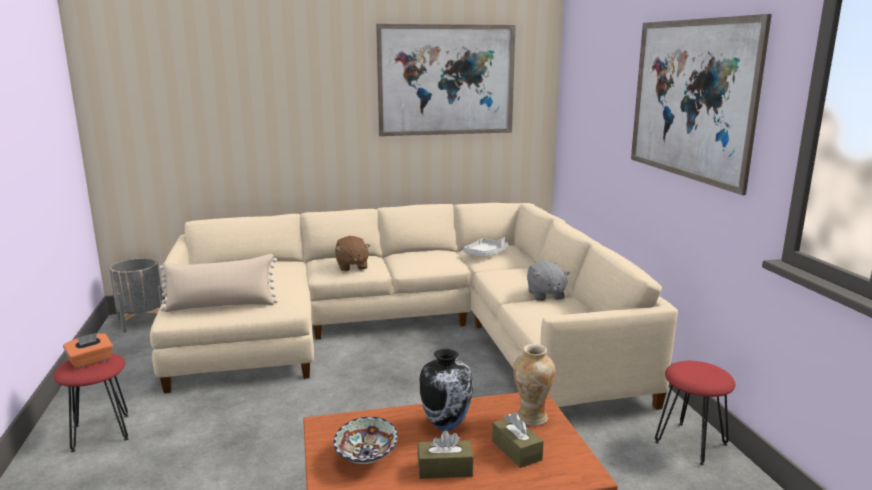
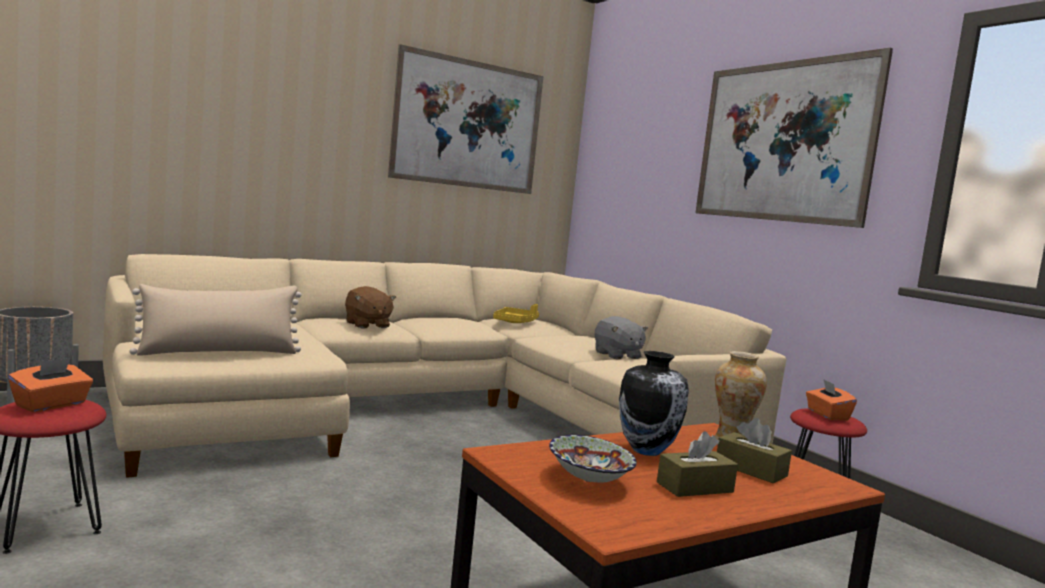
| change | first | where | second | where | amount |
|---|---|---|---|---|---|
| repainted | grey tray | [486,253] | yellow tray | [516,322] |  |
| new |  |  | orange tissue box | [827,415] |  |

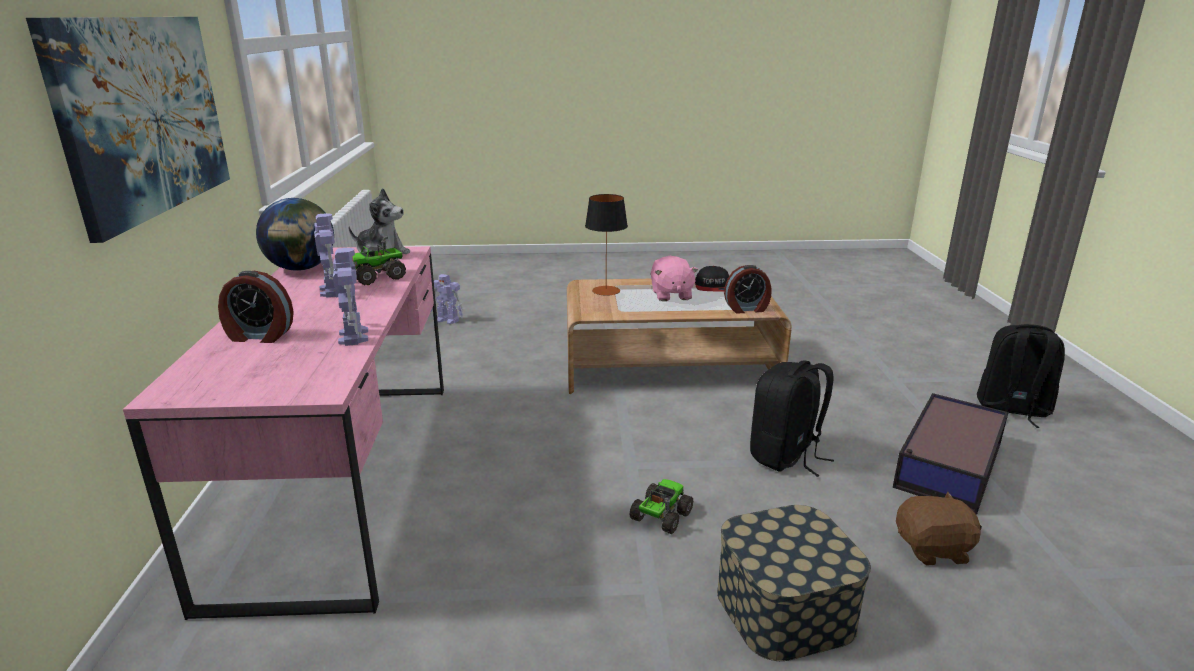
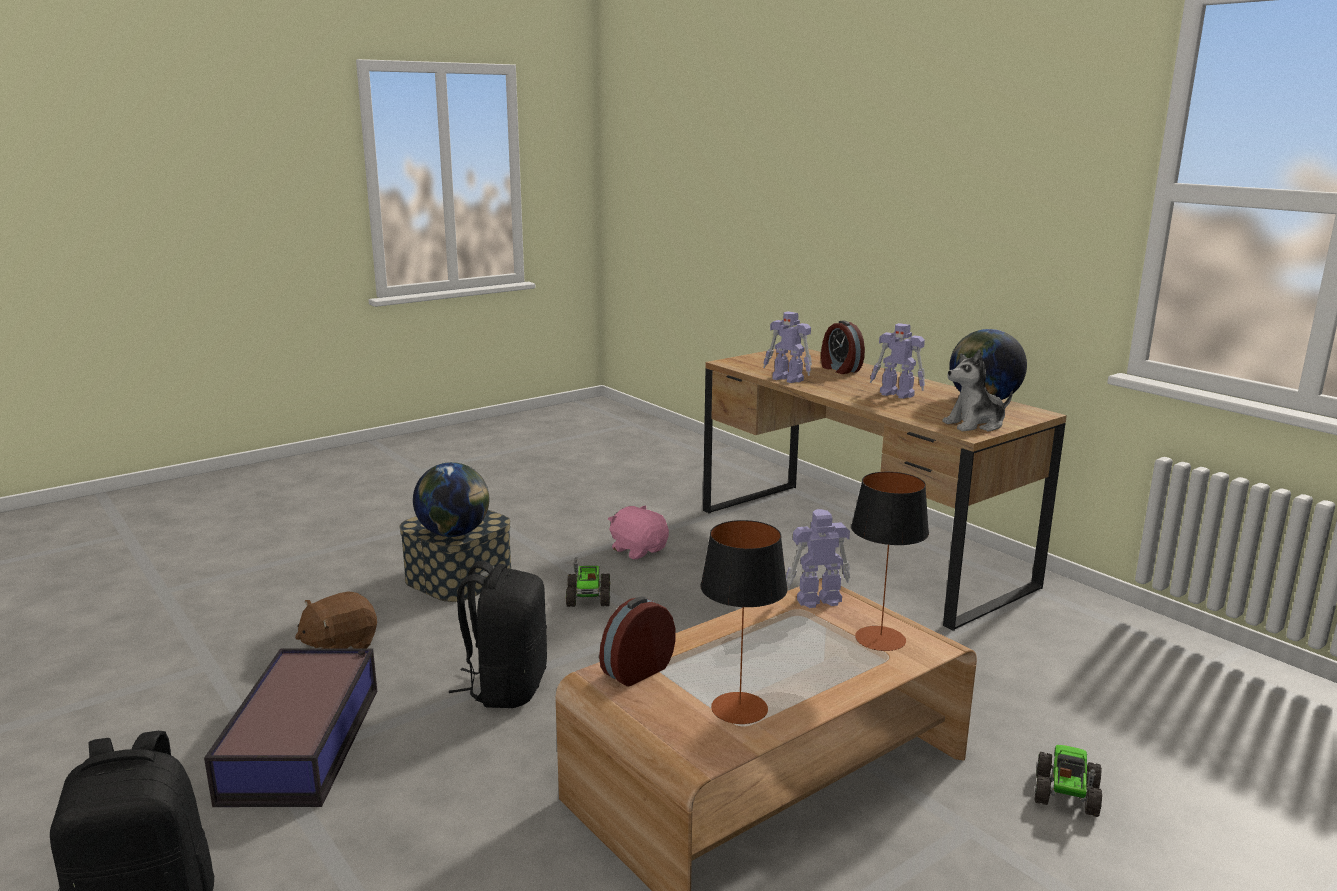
| change | first | where | second | where | amount |
|---|---|---|---|---|---|
| new |  |  | globe | [454,533] |  |
| shifted | pink plush toy | [671,295] |  | [638,550] |  |
| swapped | cap | [713,287] | table lamp | [739,708] |  |
| repainted | pink desk | [345,478] | brown desk | [857,546] |  |
| shifted | toy robot | [448,320] |  | [817,600] |  |
| rotated | alarm clock | [259,336] |  | [839,369] | 90 degrees counterclockwise |
| shifted | toy truck | [377,276] |  | [1066,795] |  |
| gone | picture | [144,116] |  |  |  |

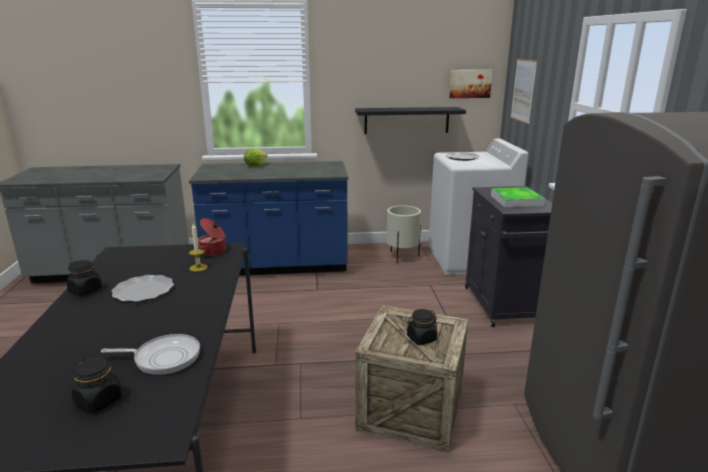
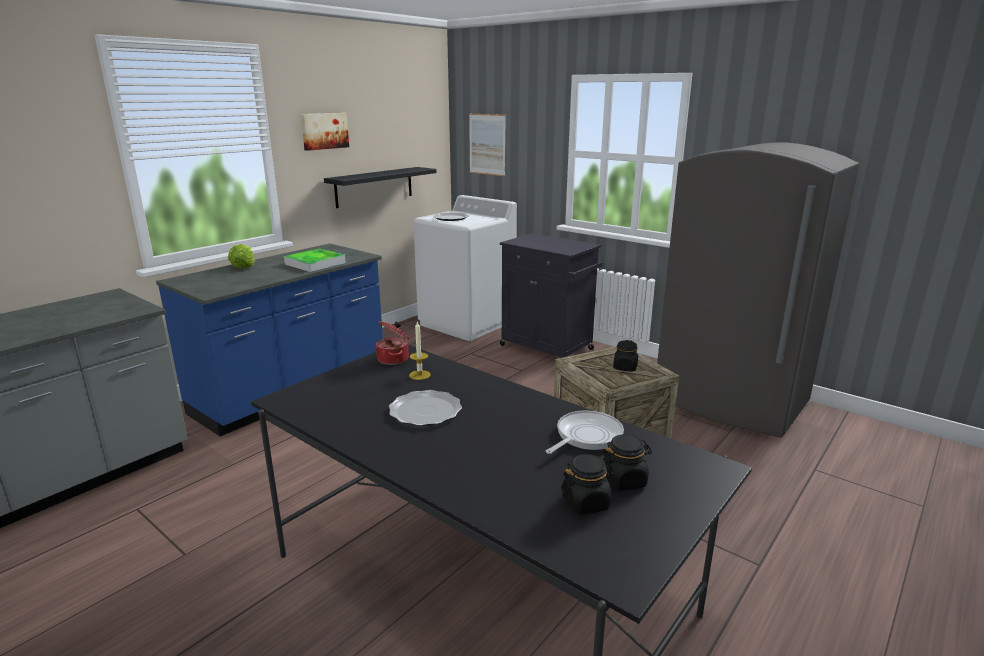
| change | first | where | second | where | amount |
|---|---|---|---|---|---|
| shifted | tray | [516,200] |  | [315,263] |  |
| shifted | picture | [470,83] |  | [324,131] |  |
| shifted | black jar | [85,290] |  | [586,502] |  |
| gone | beige planter | [402,257] |  |  |  |

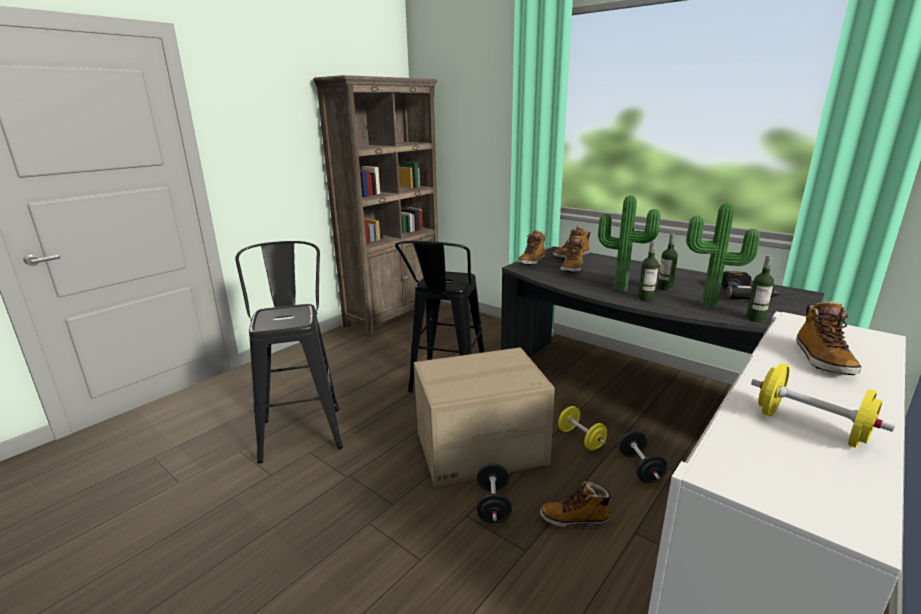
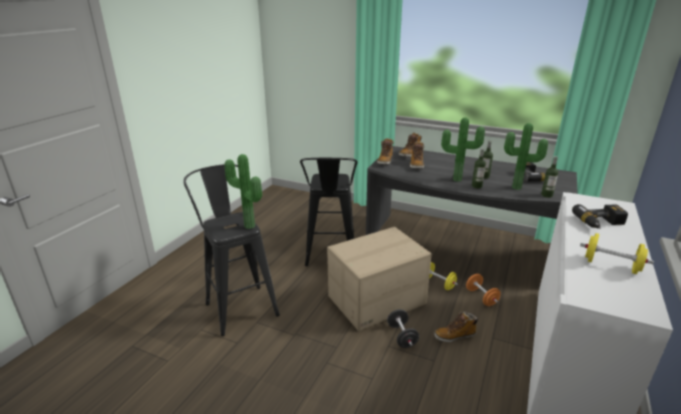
| change | first | where | second | where | amount |
|---|---|---|---|---|---|
| new |  |  | potted plant | [248,227] |  |
| repainted | black dumbbell | [640,468] | orange dumbbell | [481,297] |  |
| swapped | boot | [822,360] | power drill | [600,223] |  |
| gone | brown bookcase | [394,315] |  |  |  |

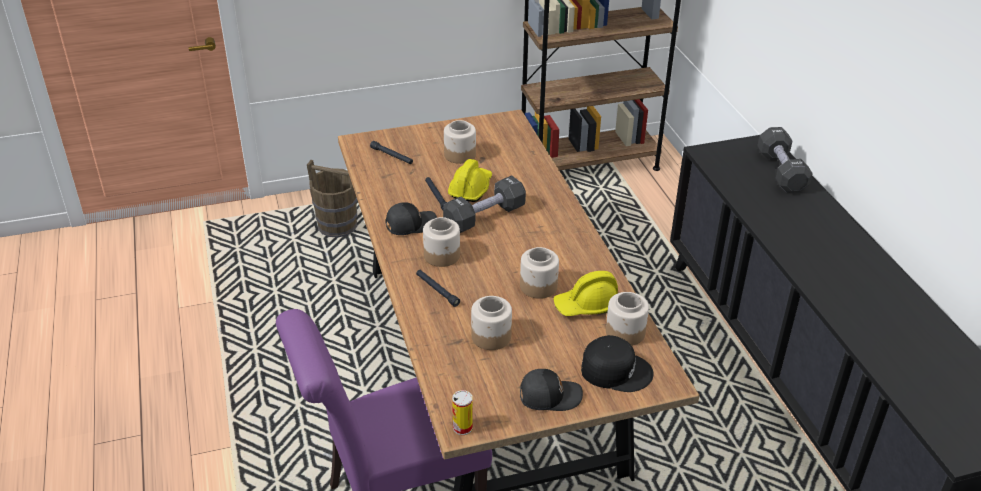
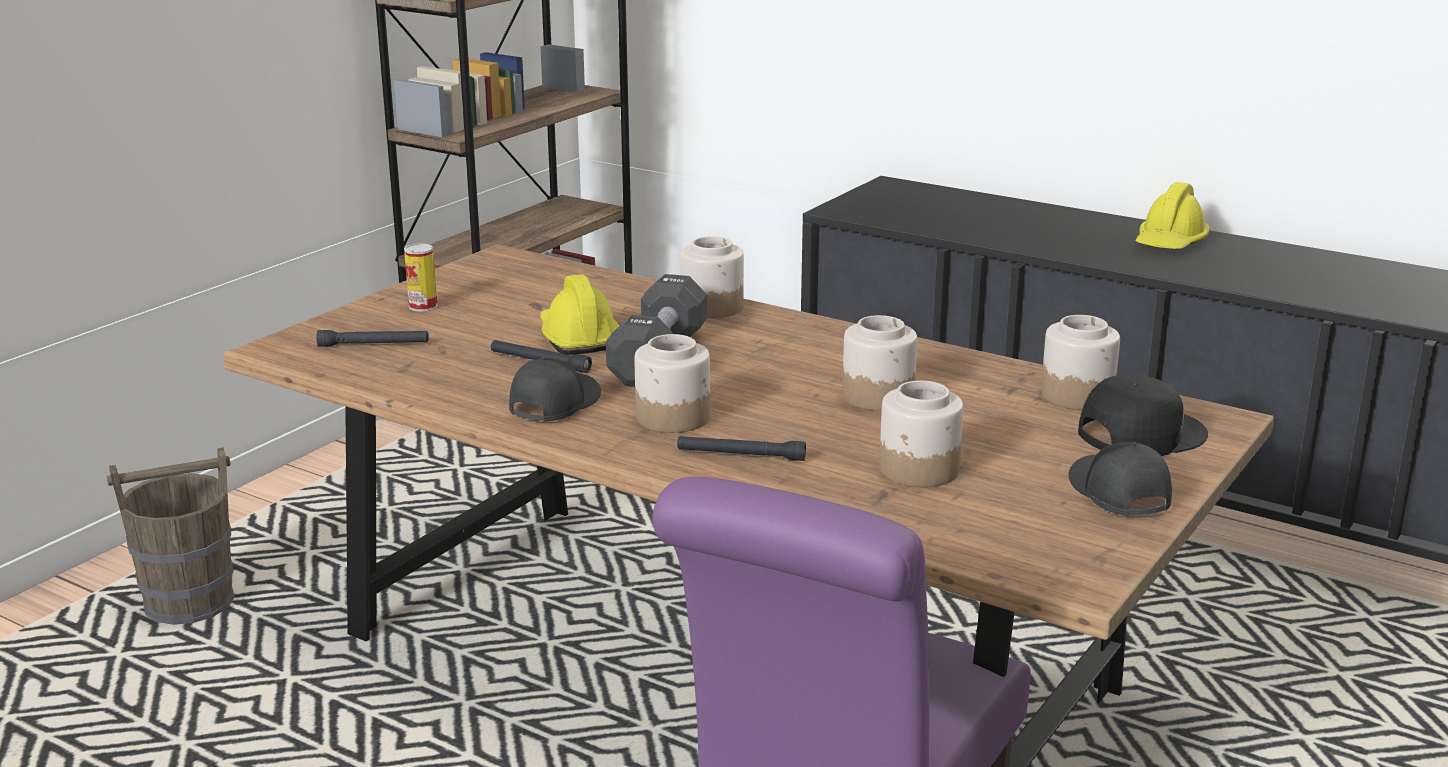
| change | first | where | second | where | amount |
|---|---|---|---|---|---|
| shifted | can | [462,427] |  | [423,306] |  |
| shifted | jar | [460,155] |  | [712,307] |  |
| rotated | black cap | [549,395] |  | [1117,493] | 60 degrees counterclockwise |
| shifted | yellow hard hat | [587,306] |  | [1170,243] |  |
| gone | black dumbbell | [781,171] |  |  |  |

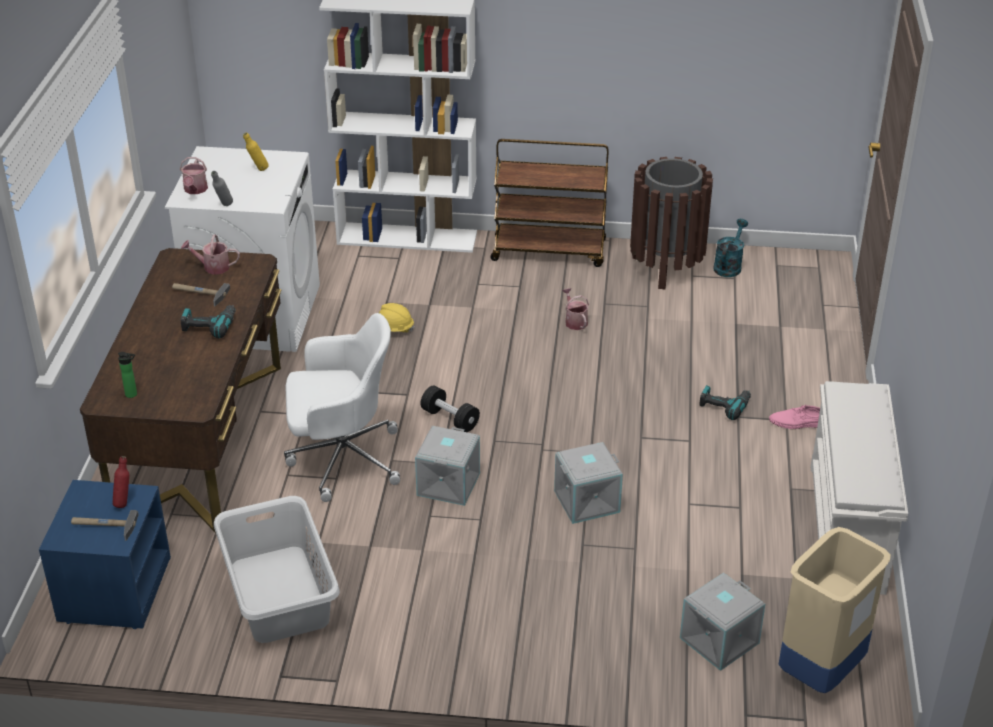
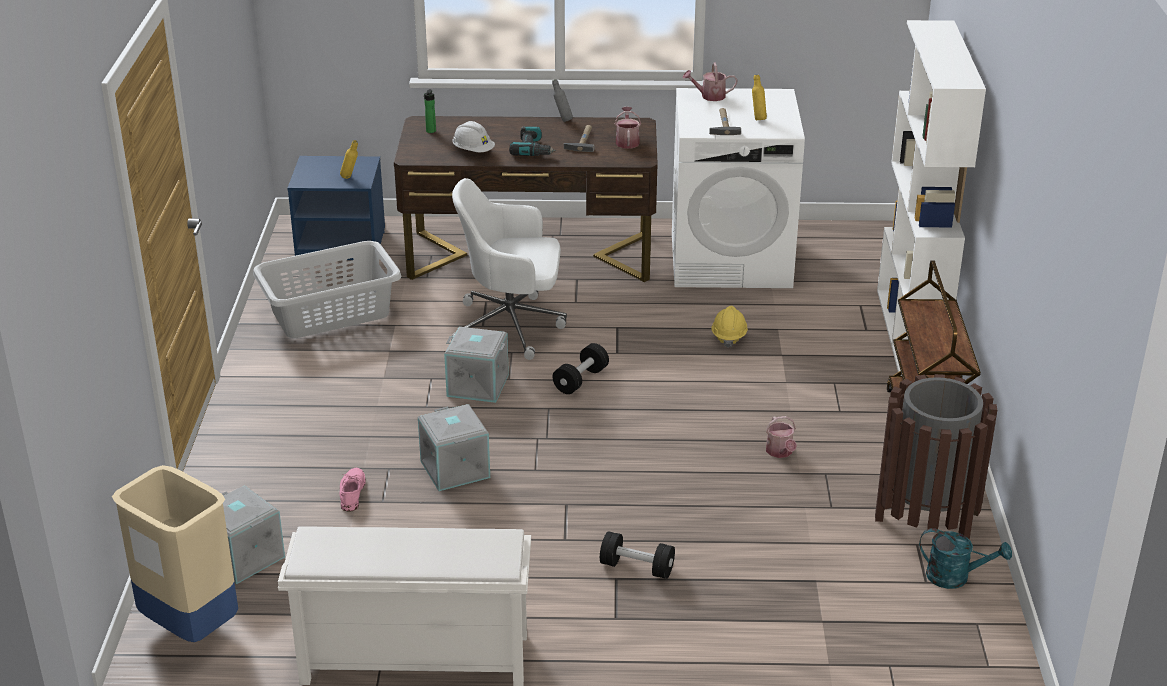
| change | first | where | second | where | amount |
|---|---|---|---|---|---|
| repainted | red bottle | [124,502] | yellow bottle | [350,178] |  |
| shifted | pink shoe | [797,423] |  | [352,492] |  |
| rotated | white office chair | [342,458] |  | [511,326] | 105 degrees clockwise |
| new |  |  | white hard hat | [473,151] |  |
| shifted | grey bottle | [224,206] |  | [562,120] |  |
| swapped | power drill | [724,405] | black dumbbell | [637,567] |  |
| shifted | hammer | [103,526] |  | [723,124] |  |
| rotated | watering can | [574,321] |  | [780,452] | 105 degrees clockwise |

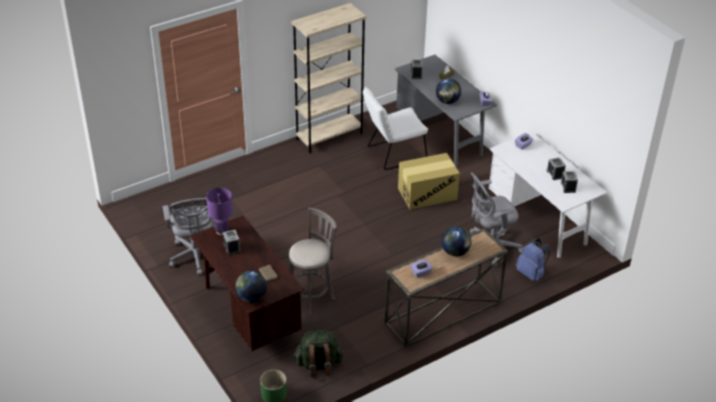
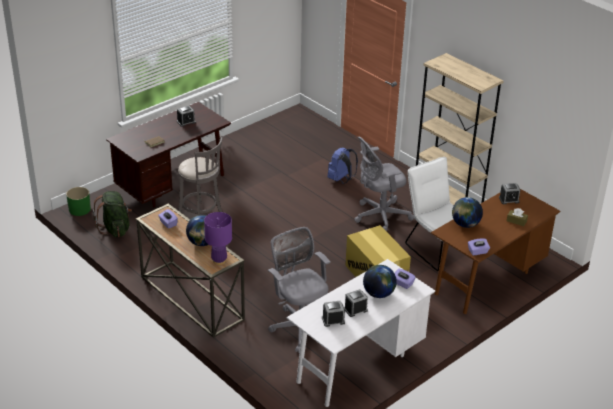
| change | first | where | second | where | amount |
|---|---|---|---|---|---|
| shifted | purple table lamp | [222,231] |  | [219,260] |  |
| shifted | blue backpack | [531,273] |  | [341,179] |  |
| shifted | grey office chair | [196,257] |  | [379,216] |  |
| shifted | globe | [251,297] |  | [378,293] |  |
| repainted | grey desk | [441,136] | brown desk | [487,280] |  |

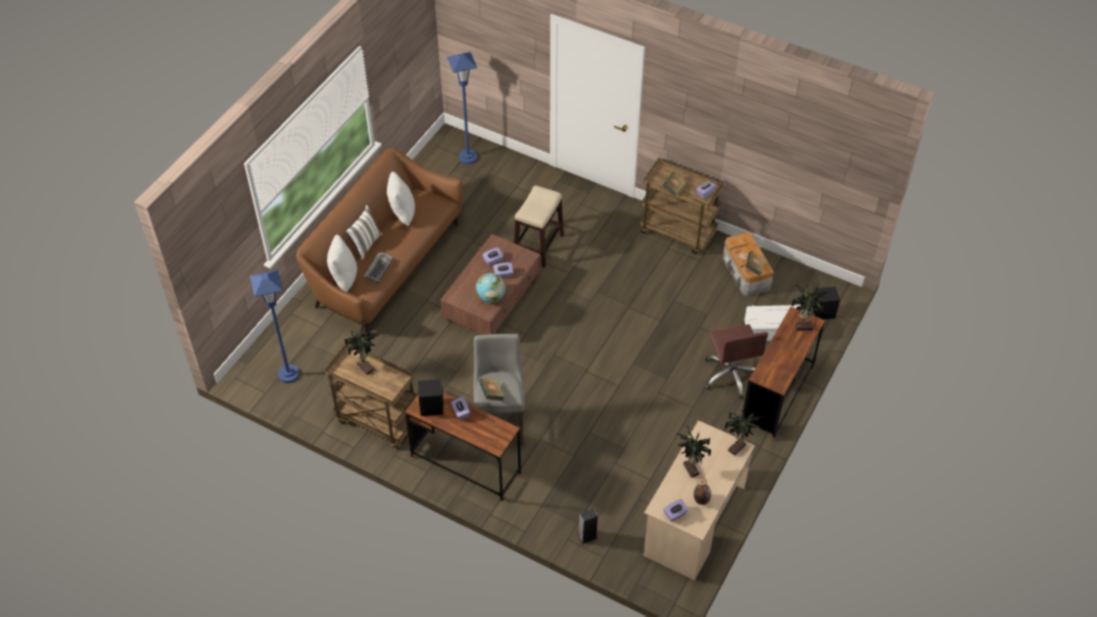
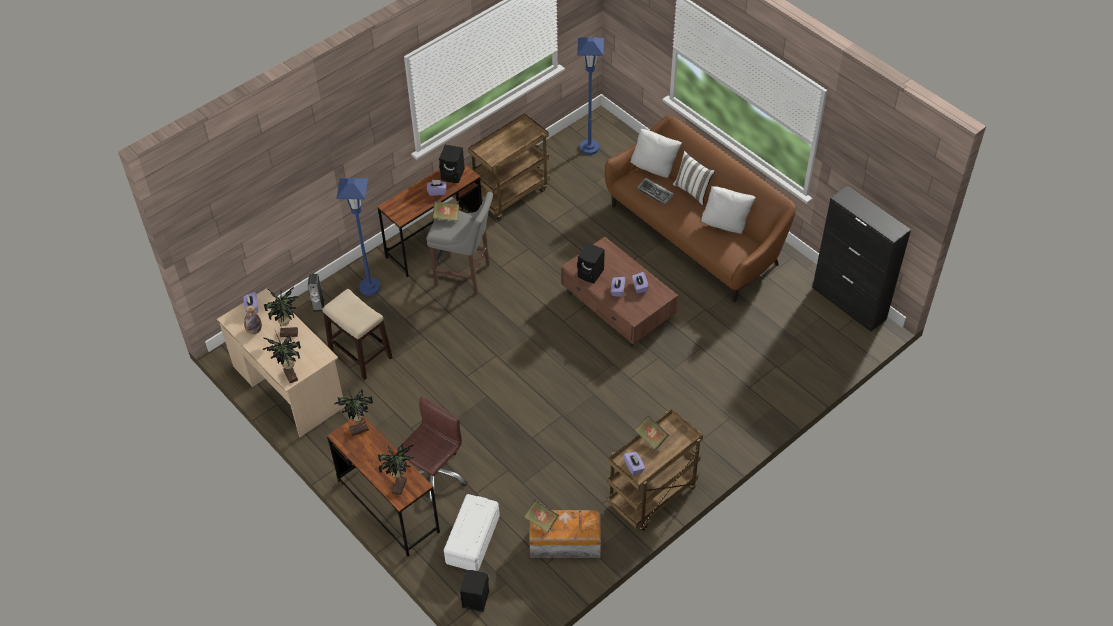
| change | first | where | second | where | amount |
|---|---|---|---|---|---|
| shifted | stool | [539,246] |  | [361,355] |  |
| shifted | potted plant | [366,367] |  | [359,431] |  |
| shifted | blue floor lamp | [468,157] |  | [369,287] |  |
| rotated | brown office chair | [731,375] |  | [433,476] | 120 degrees clockwise |
| swapped | globe | [491,297] | black speaker | [591,274] |  |
| new |  |  | black cabinet | [849,303] |  |

